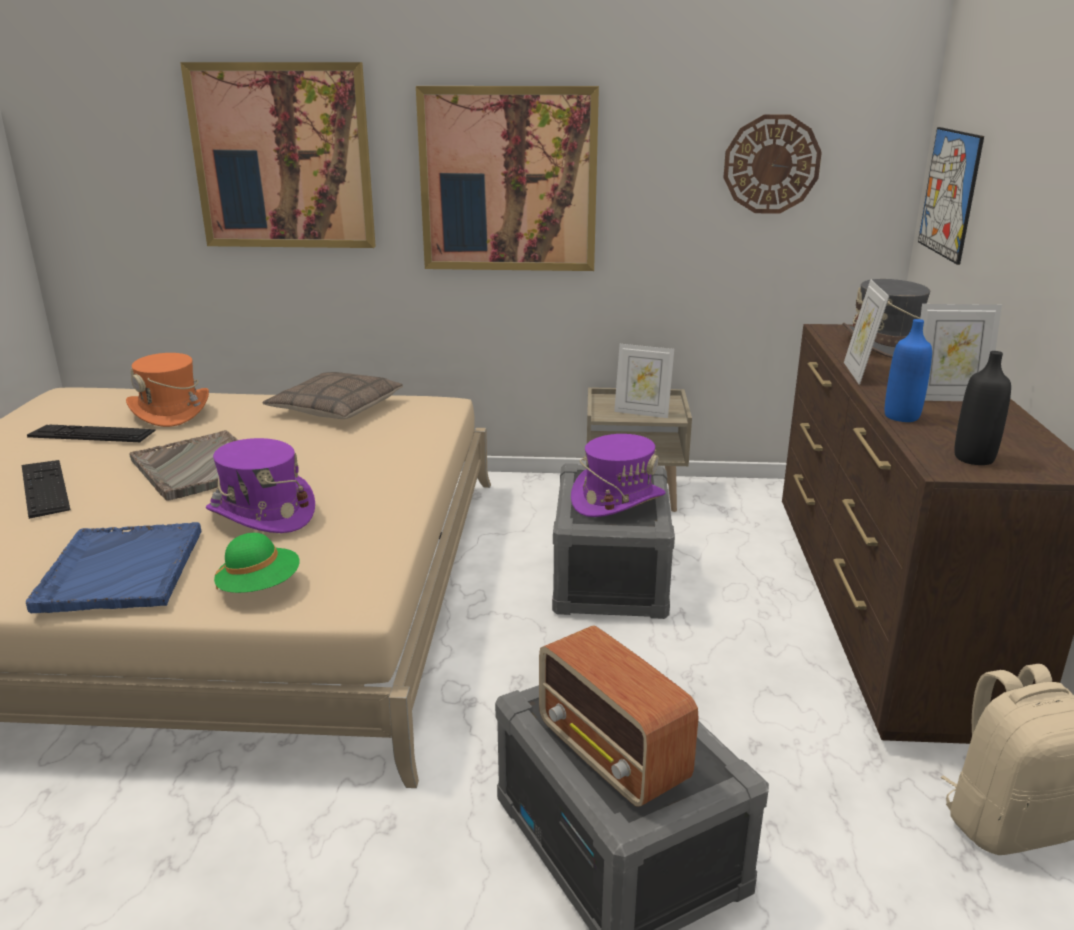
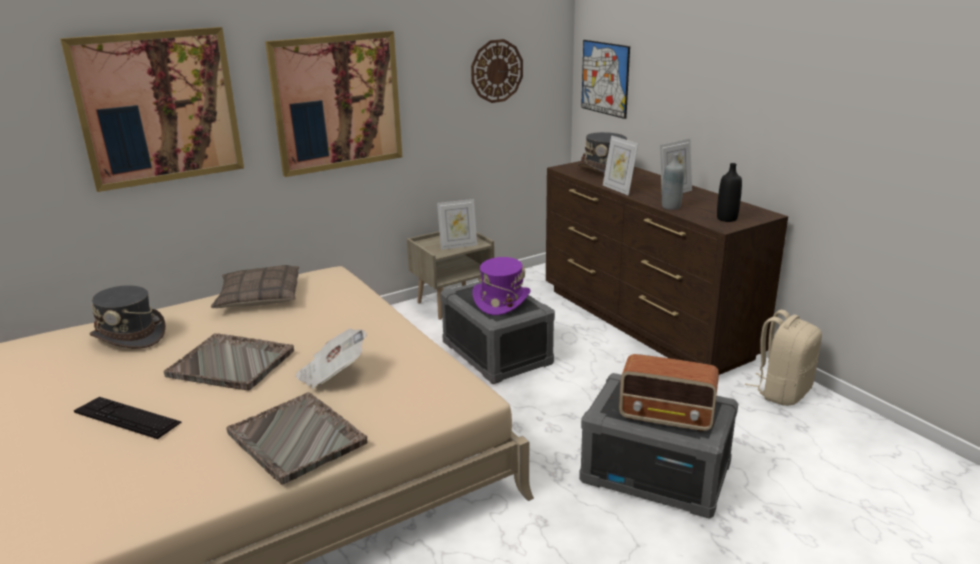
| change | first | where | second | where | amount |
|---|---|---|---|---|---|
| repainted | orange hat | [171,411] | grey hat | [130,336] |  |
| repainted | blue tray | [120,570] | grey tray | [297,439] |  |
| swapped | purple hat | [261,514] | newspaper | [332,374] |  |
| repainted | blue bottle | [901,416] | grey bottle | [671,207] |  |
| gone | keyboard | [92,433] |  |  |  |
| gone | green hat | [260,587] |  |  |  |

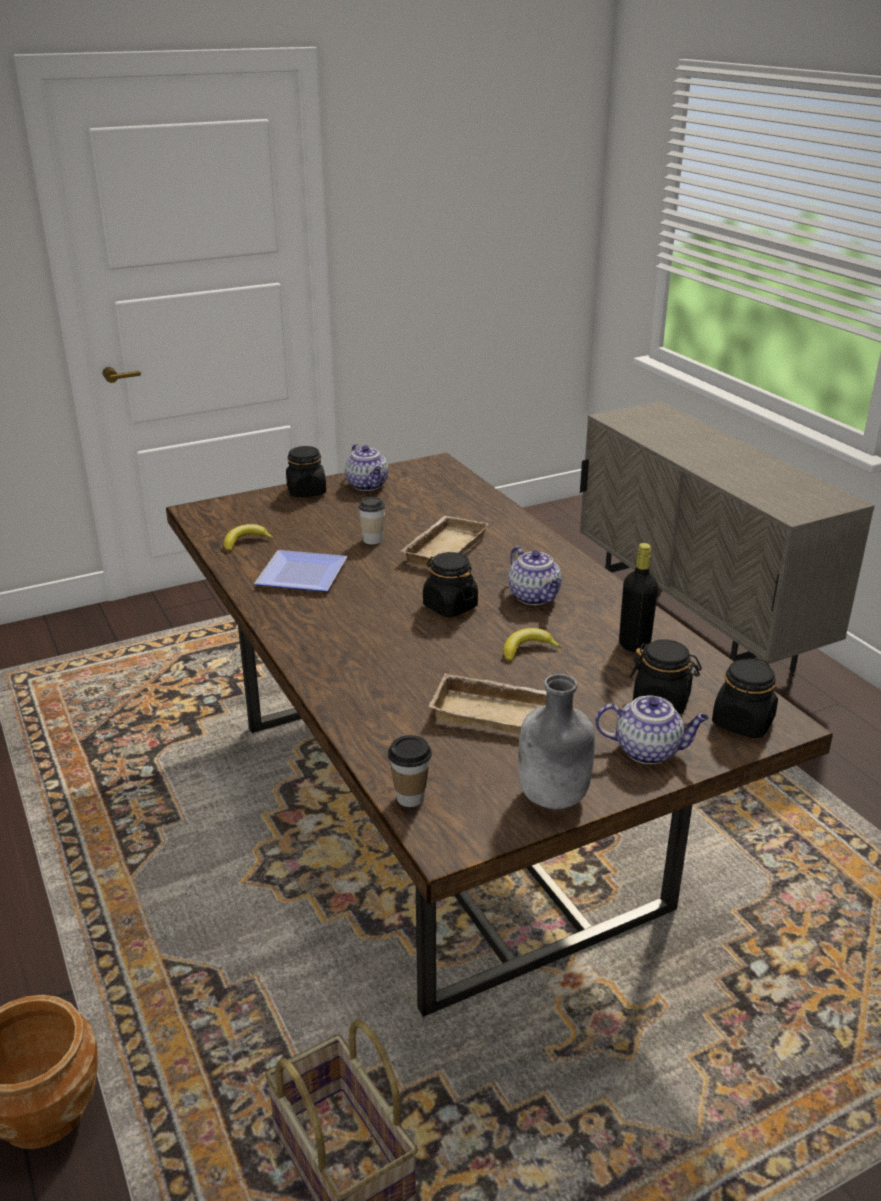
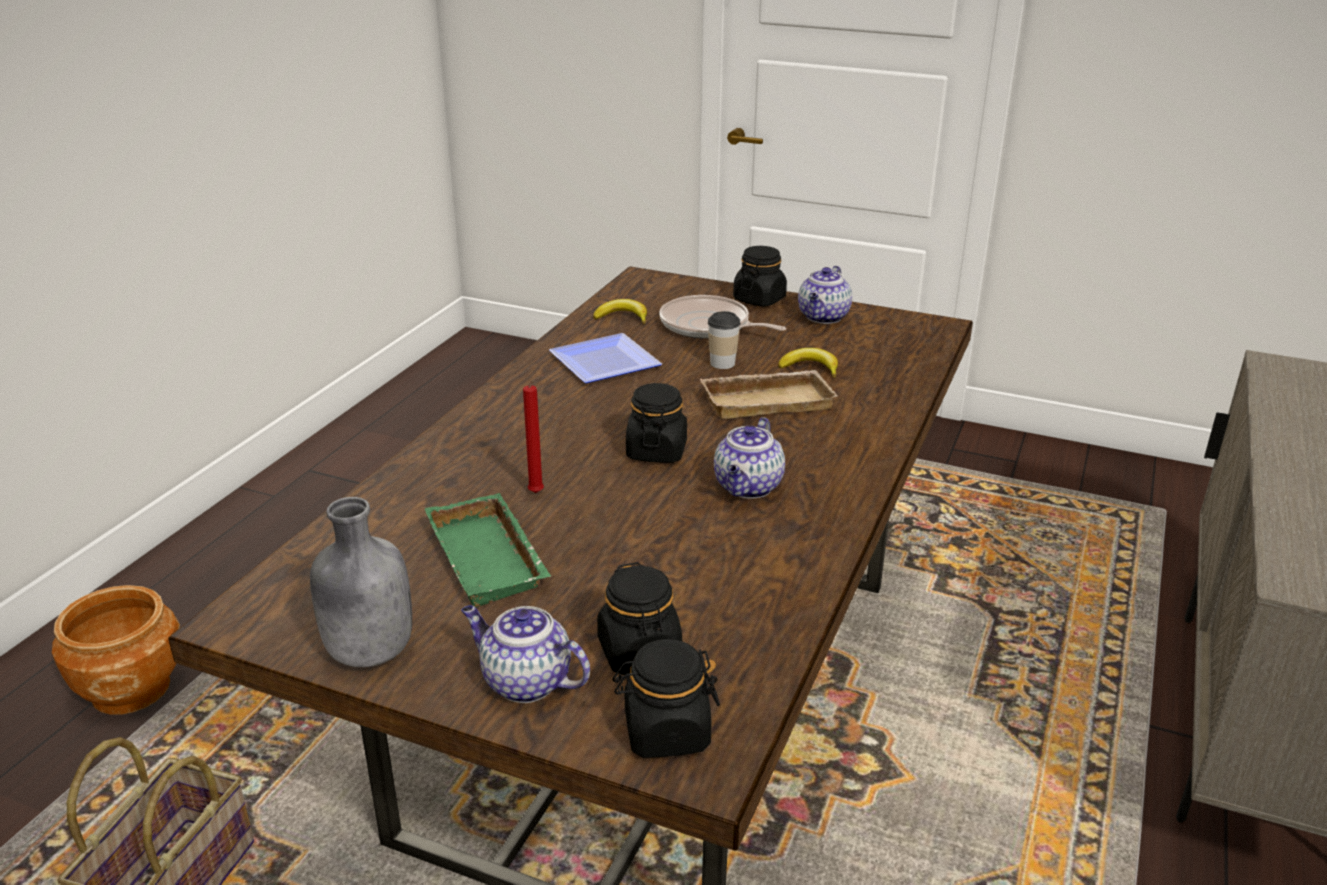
| change | first | where | second | where | amount |
|---|---|---|---|---|---|
| repainted | beige tray | [499,712] | green tray | [491,558] |  |
| rotated | teapot | [649,750] |  | [524,682] | 150 degrees clockwise |
| new |  |  | red candle | [539,493] |  |
| new |  |  | frying pan | [708,326] |  |
| shifted | banana | [527,650] |  | [810,368] |  |
| gone | cup | [410,798] |  |  |  |
| gone | black bottle | [634,645] |  |  |  |

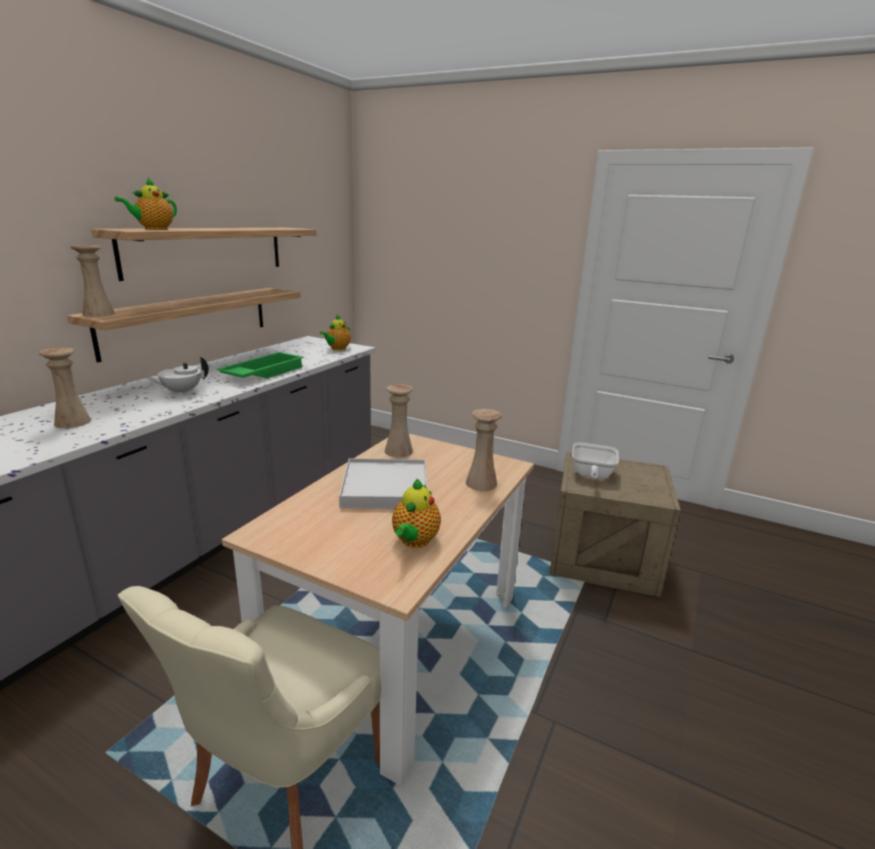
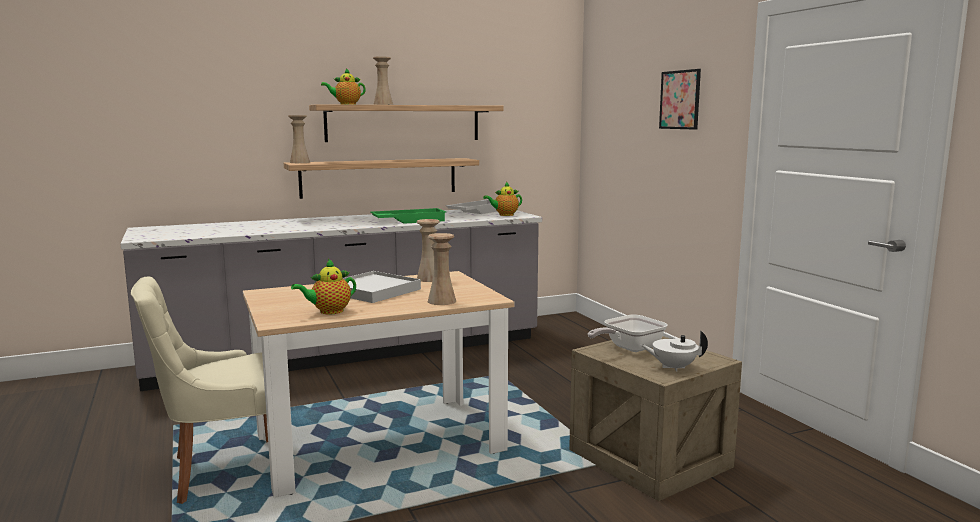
| change | first | where | second | where | amount |
|---|---|---|---|---|---|
| shifted | beige vase | [73,422] |  | [383,104] |  |
| new |  |  | white tray | [476,212] |  |
| shifted | white teapot | [181,392] |  | [673,367] |  |
| new |  |  | picture | [680,100] |  |

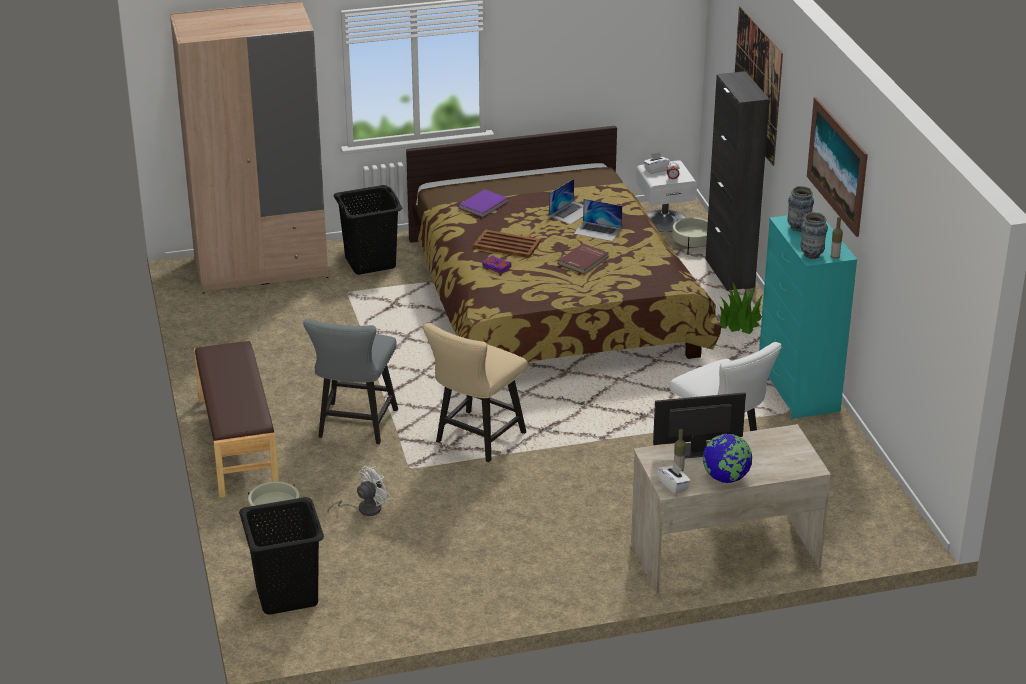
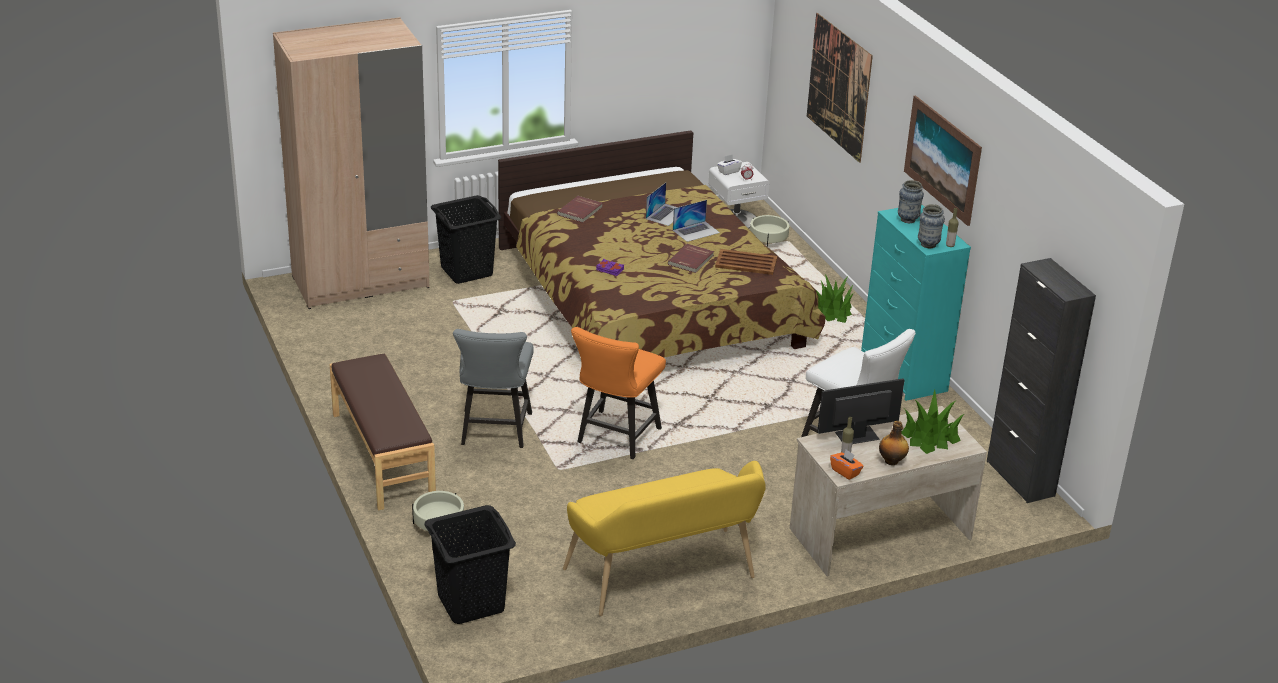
| change | first | where | second | where | amount |
|---|---|---|---|---|---|
| repainted | purple book | [484,205] | red book | [580,211] |  |
| new |  |  | yellow bench | [665,578] |  |
| repainted | beige chair | [476,440] | orange chair | [615,438] |  |
| rotated | laptop | [597,231] |  | [696,231] | 45 degrees counterclockwise |
| shifted | brown tray | [507,245] |  | [746,263] |  |
| repainted | white tissue box | [673,486] | orange tissue box | [845,472] |  |
| swapped | globe | [726,478] | bottle | [892,461] |  |
| new |  |  | potted plant | [929,437] |  |
| shifted | black cabinet | [729,273] |  | [1020,478] |  |
| gone | white fan | [364,509] |  |  |  |

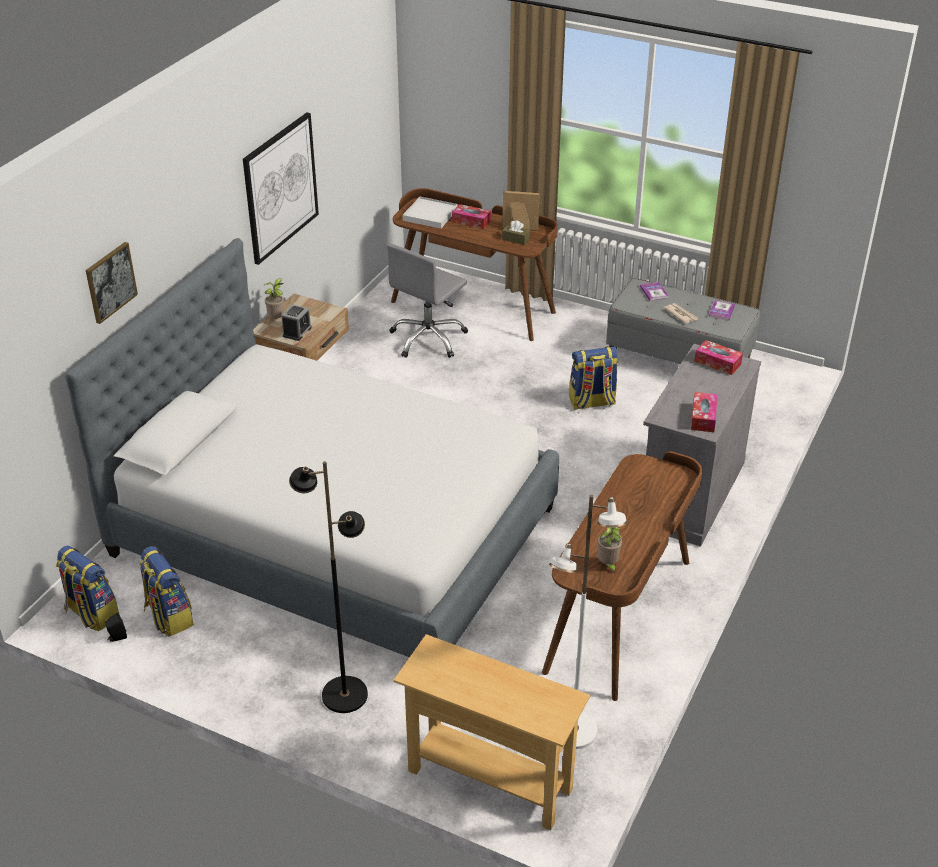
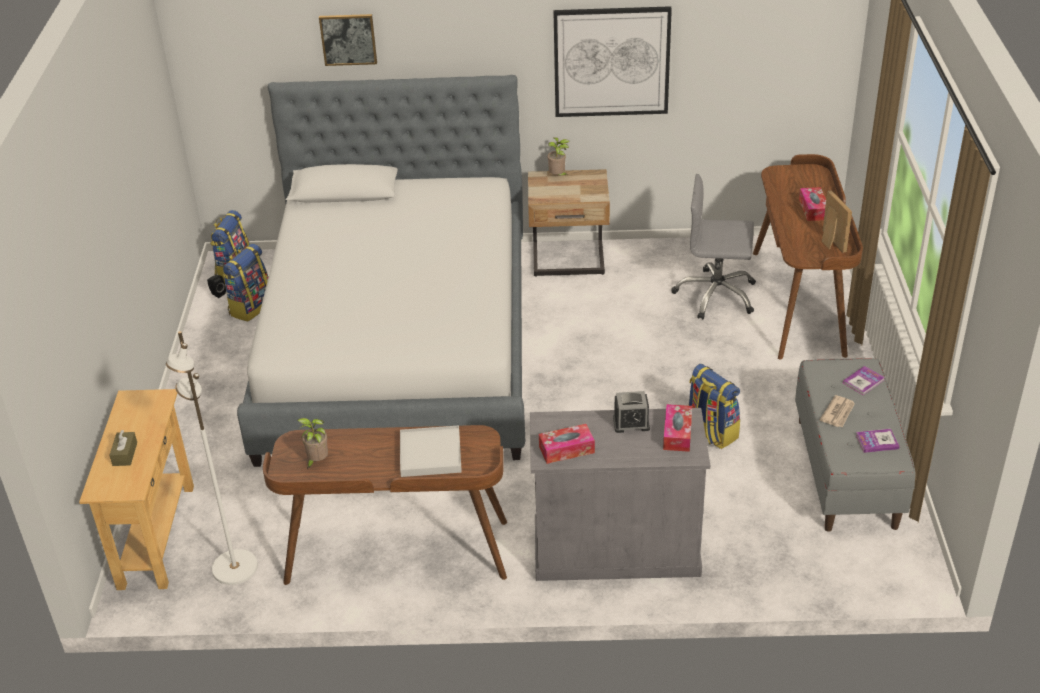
| change | first | where | second | where | amount |
|---|---|---|---|---|---|
| shifted | brown tissue box | [515,239] |  | [125,454] |  |
| shifted | white tray | [430,215] |  | [430,454] |  |
| shifted | alarm clock | [297,332] |  | [631,423] |  |
| gone | black floor lamp | [344,694] |  |  |  |

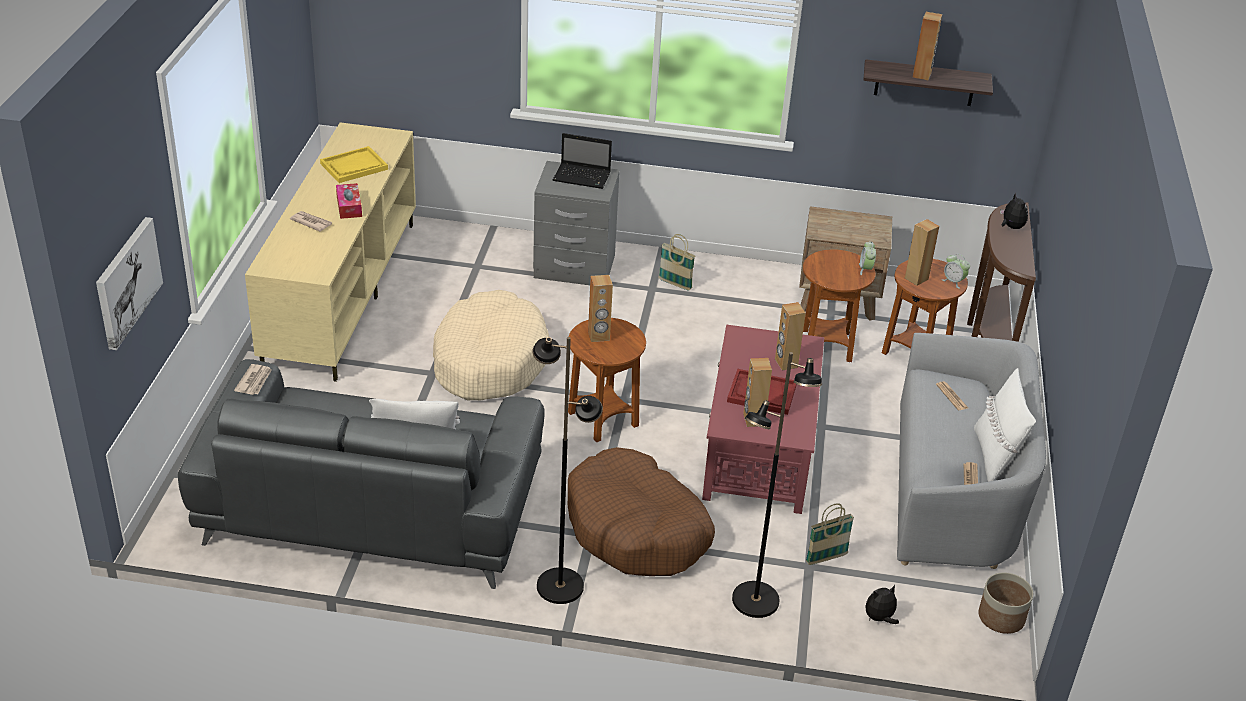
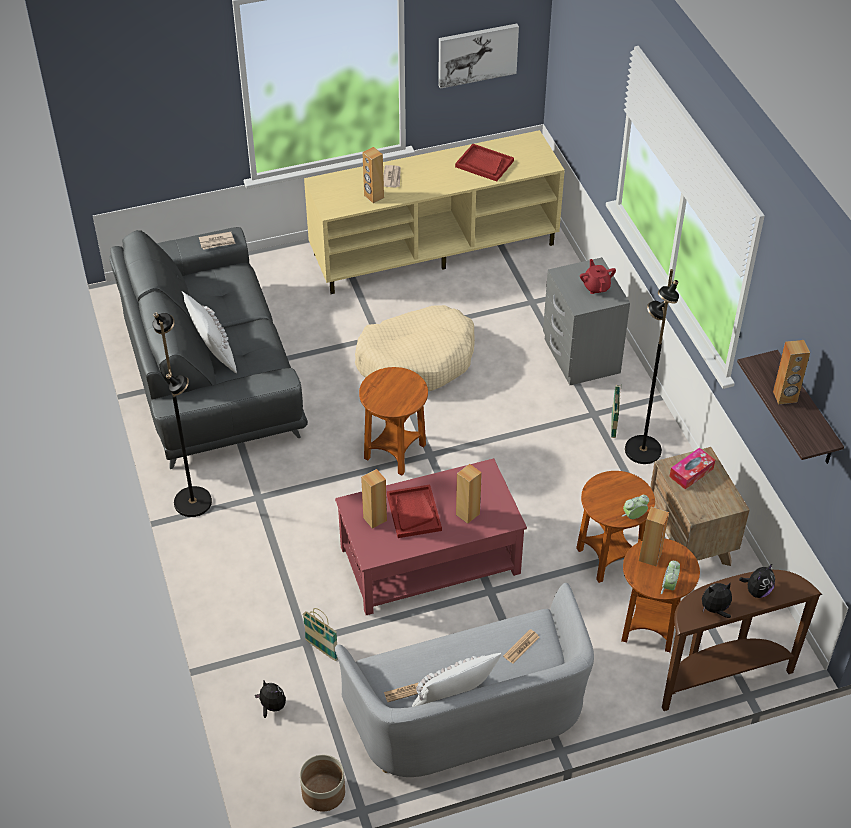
| change | first | where | second | where | amount |
|---|---|---|---|---|---|
| shifted | brown speaker | [598,336] |  | [373,196] |  |
| shifted | picture | [127,282] |  | [477,54] |  |
| repainted | yellow tray | [354,166] | red tray | [484,164] |  |
| swapped | laptop | [583,177] | red teapot | [596,287] |  |
| shifted | black floor lamp | [755,601] |  | [642,450] |  |
| shifted | tissue box | [349,206] |  | [691,472] |  |
| new |  |  | plush toy | [715,609] |  |
| gone | brown dog bed | [636,529] |  |  |  |

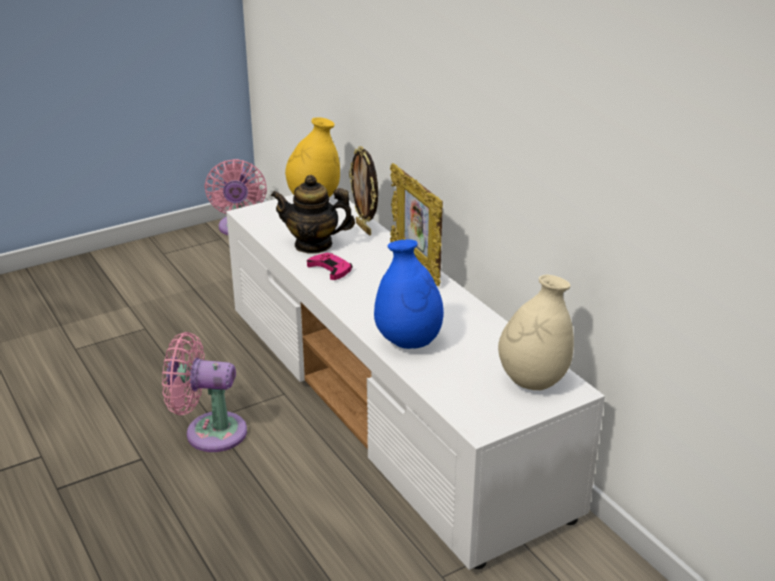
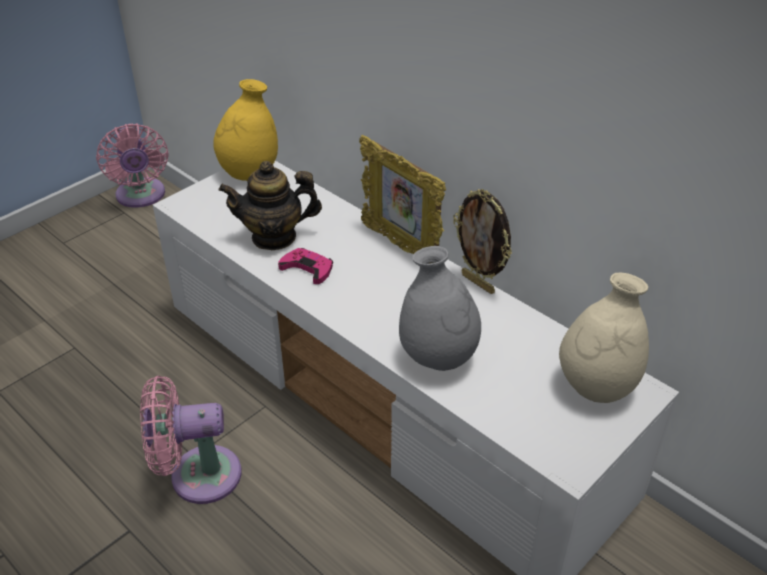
| change | first | where | second | where | amount |
|---|---|---|---|---|---|
| repainted | blue vase | [408,342] | grey vase | [438,357] |  |
| shifted | picture frame | [364,228] |  | [479,283] |  |

